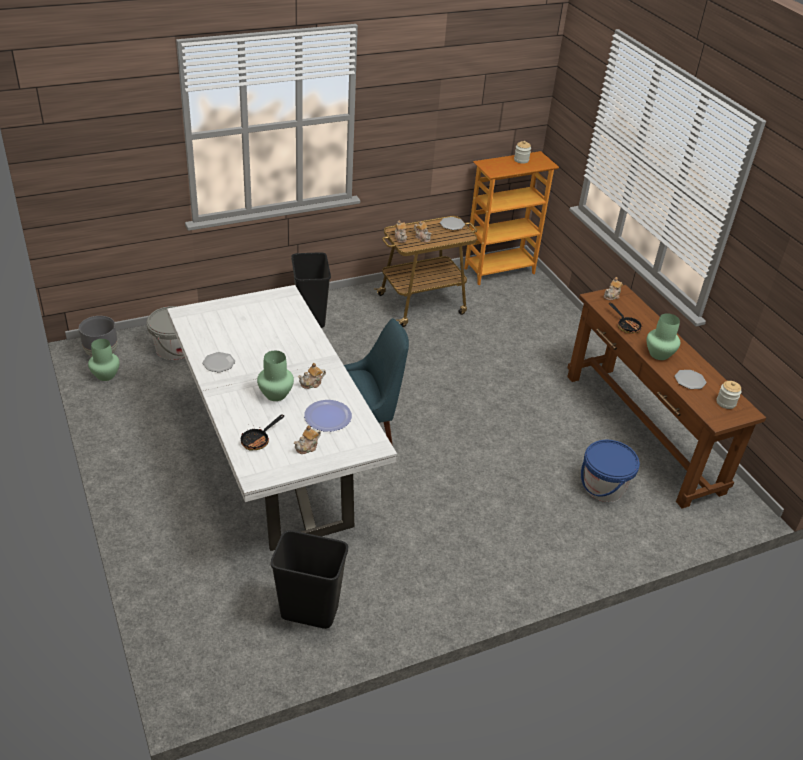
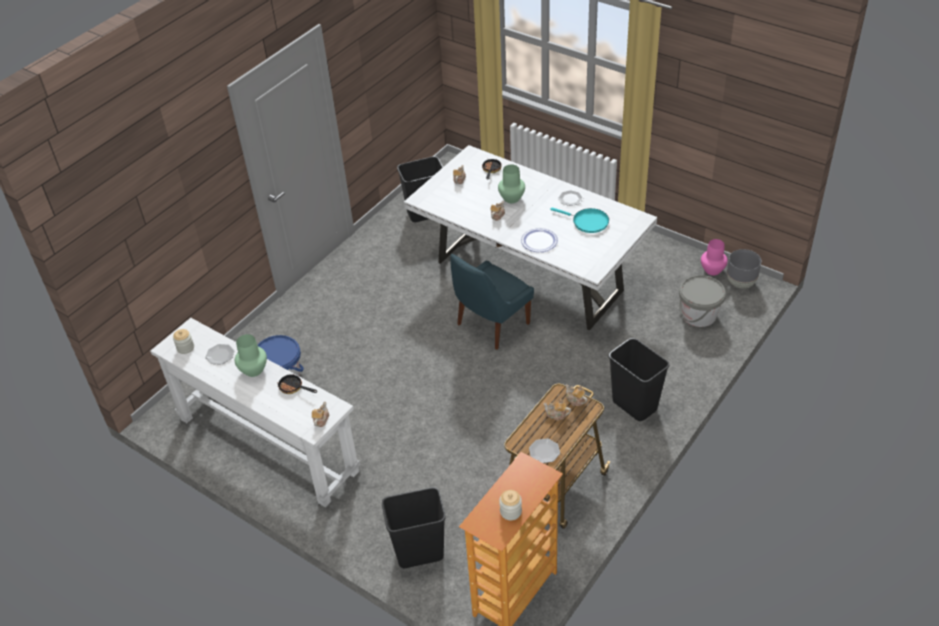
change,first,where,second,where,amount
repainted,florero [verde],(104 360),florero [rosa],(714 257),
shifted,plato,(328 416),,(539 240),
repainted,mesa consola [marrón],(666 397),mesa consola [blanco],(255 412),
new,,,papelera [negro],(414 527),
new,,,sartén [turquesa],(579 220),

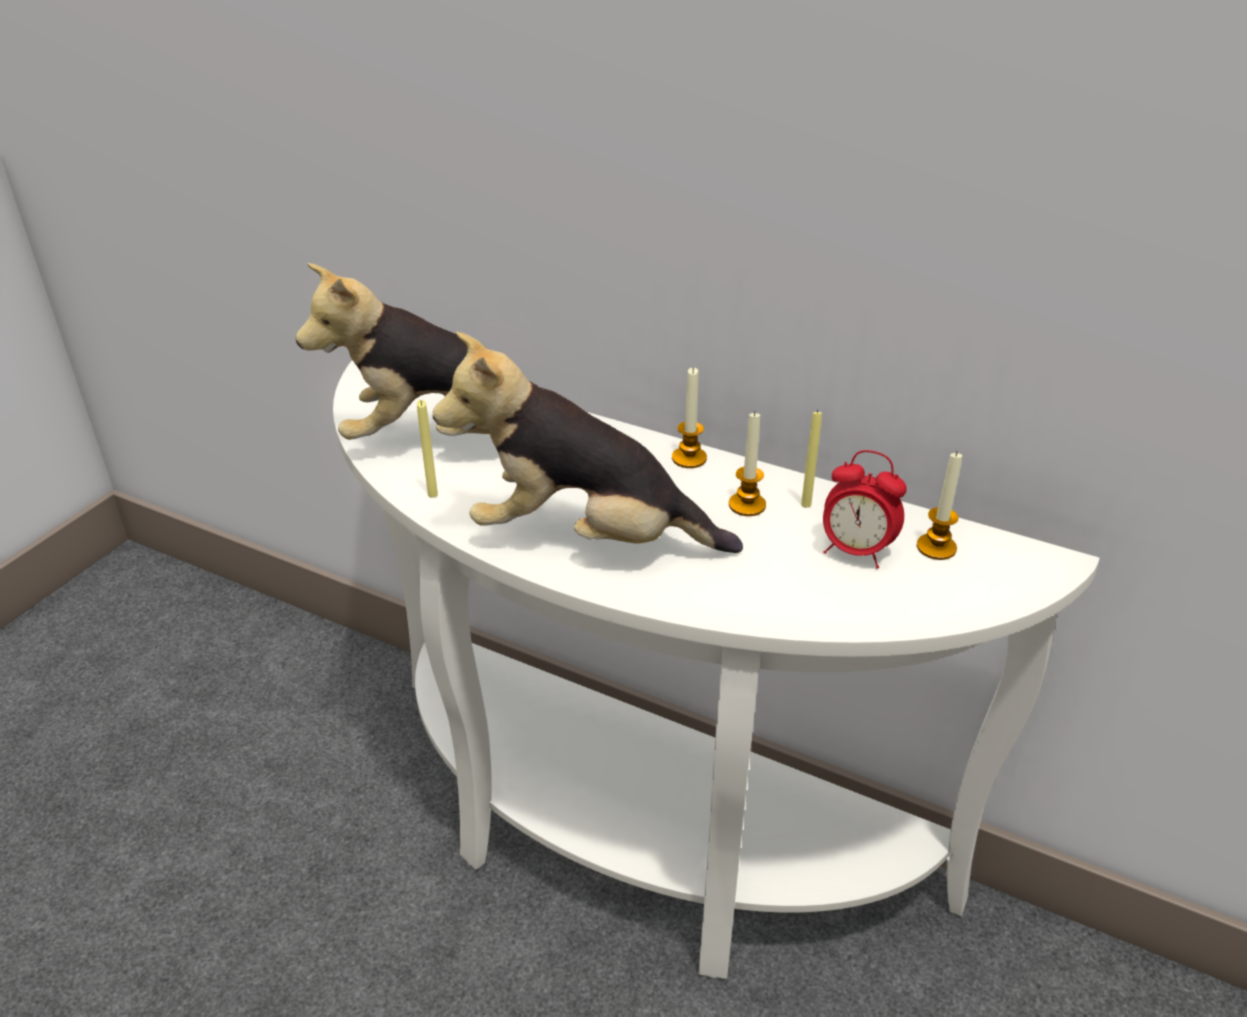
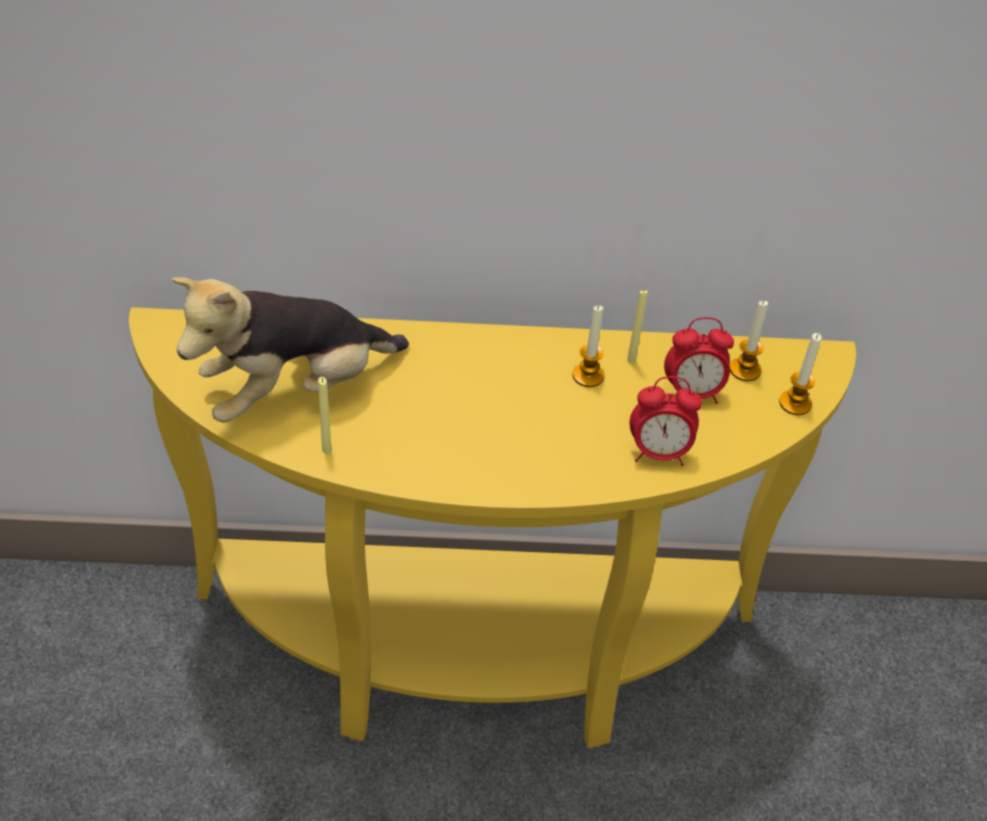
change,first,where,second,where,amount
repainted,mesa consola [blanco],(716 669),mesa consola [amarillo],(492 527),
gone,peluche,(588 442),,,
shifted,vela,(689 417),,(800 374),
new,,,despertador,(666 421),

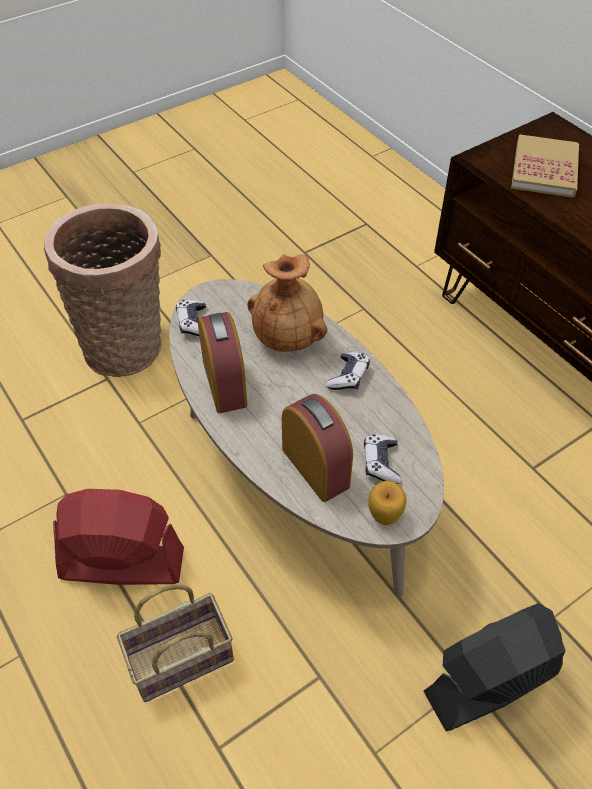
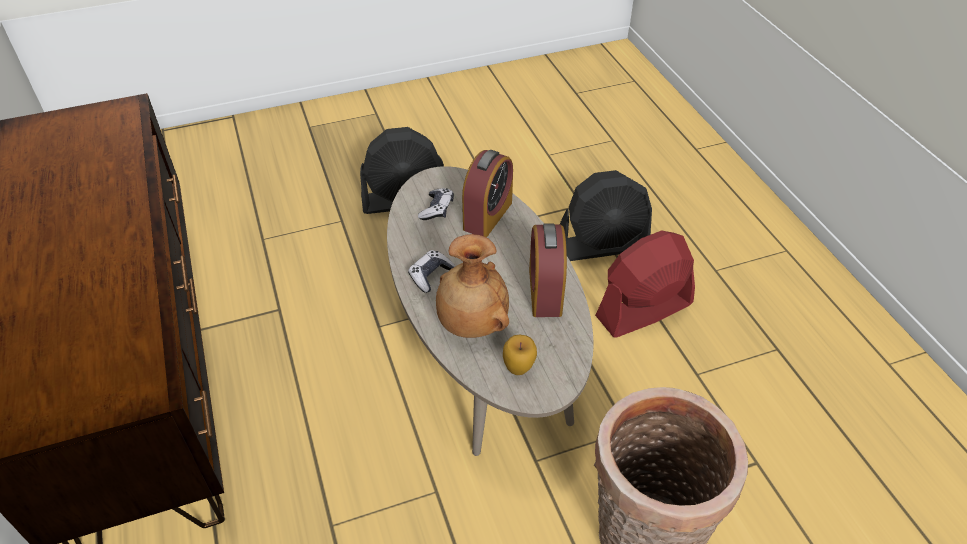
change,first,where,second,where,amount
rotated,ventilador [rojo],(118 537),,(645 284),135 degrees clockwise
swapped,cesta,(175 643),ventilador [negro],(605 215),
gone,mando de consola,(191 318),,,
rotated,despertador,(317 448),,(487 194),135 degrees counterclockwise
shifted,manzana,(387 502),,(520 355),
gone,libro,(545 166),,,

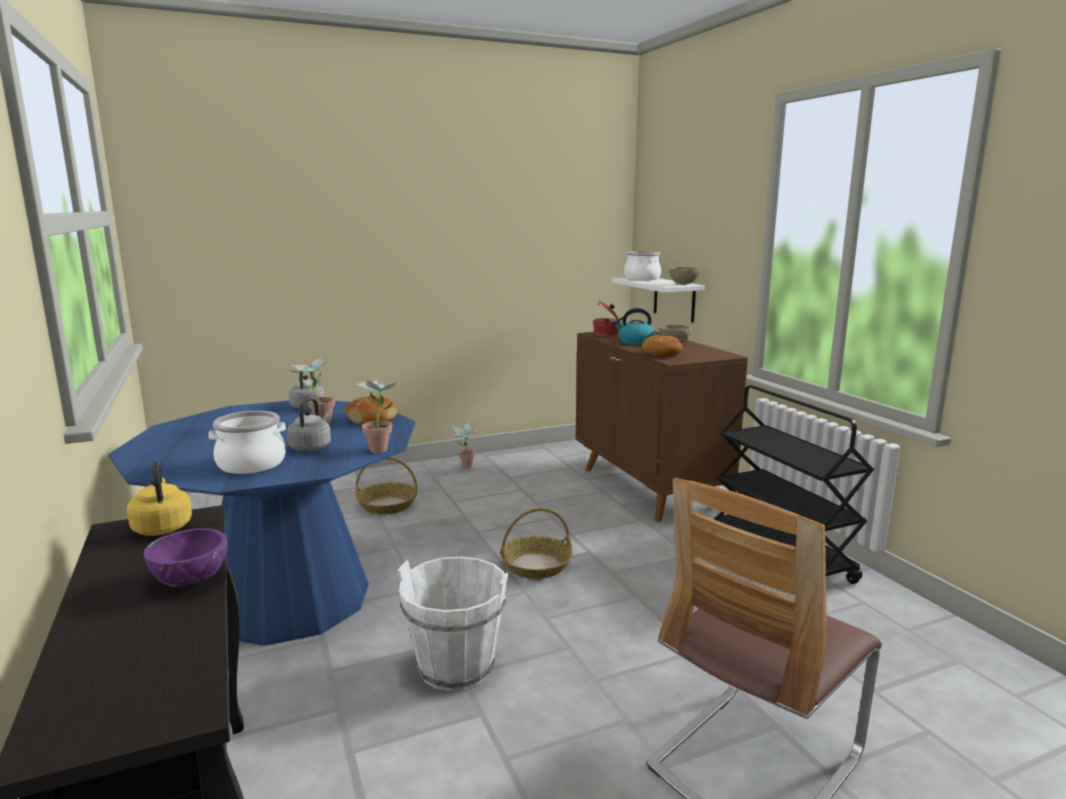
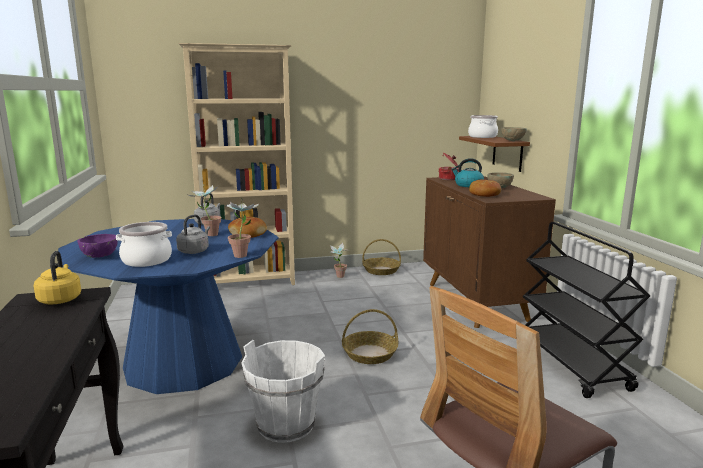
change,first,where,second,where,amount
shifted,cuenco [morado],(185 557),,(97 246),
shifted,cesta,(386 485),,(381 257),
repainted,estante [blanco],(658 300),estante [marrón],(494 154),
new,,,estantería [beis],(236 164),

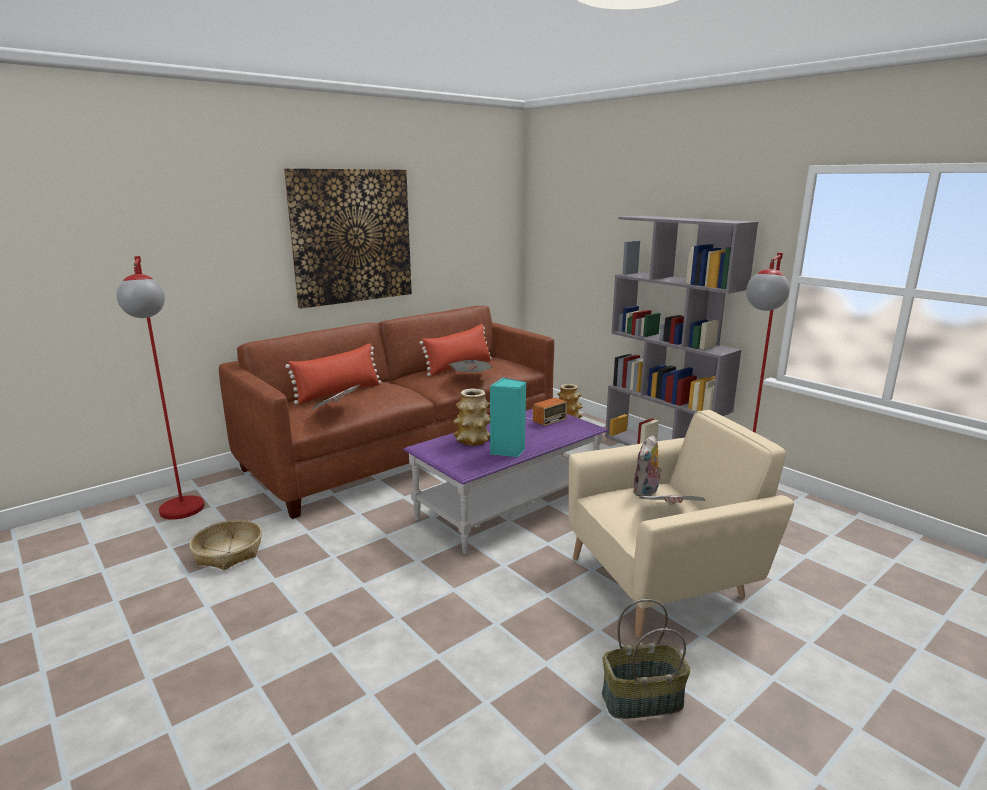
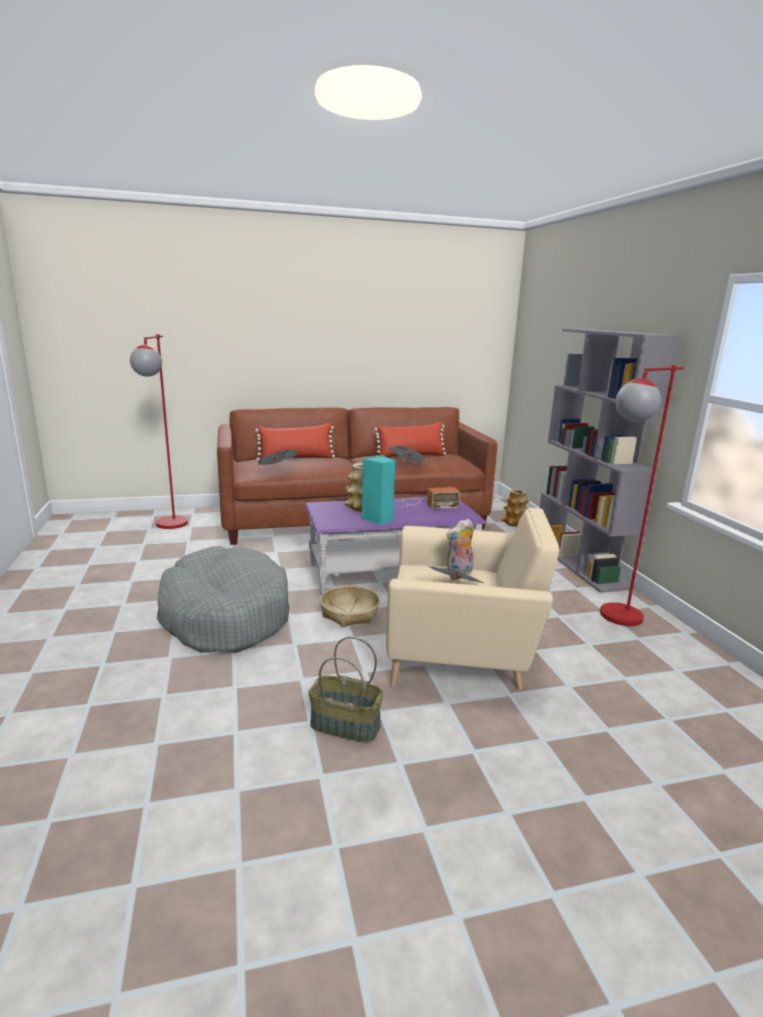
change,first,where,second,where,amount
shifted,cesta,(226 545),,(350 606),
gone,cuadro,(348 238),,,
new,,,cama para perro [gris],(223 599),

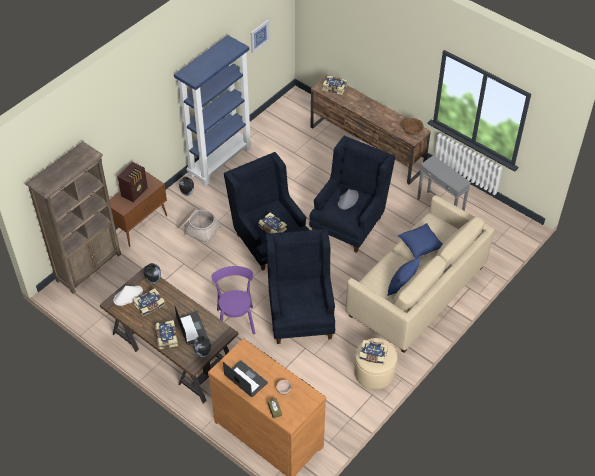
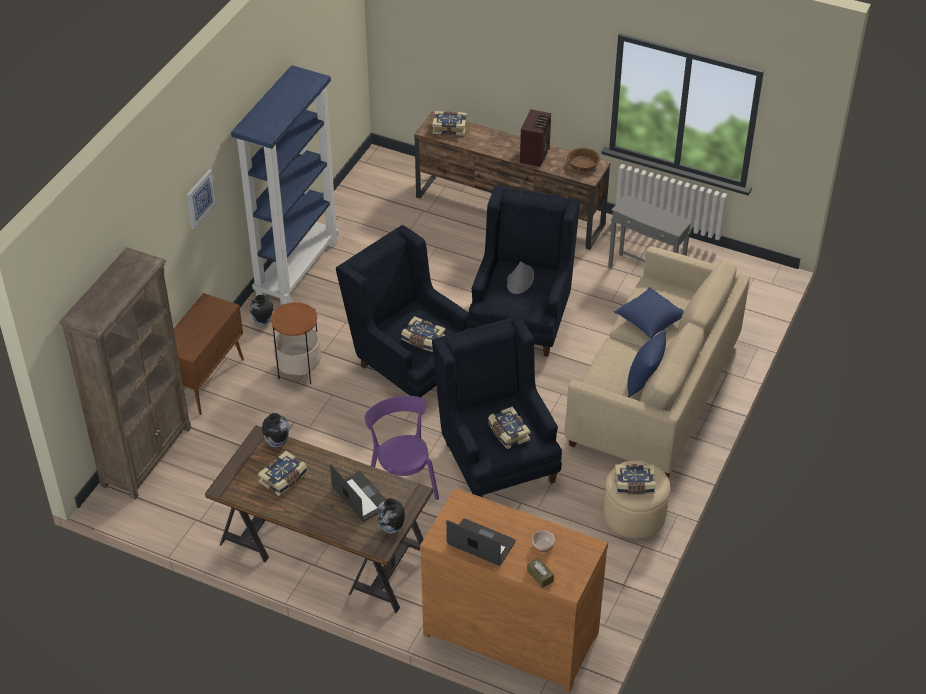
change,first,where,second,where,amount
gone,sombrero [blanco],(128 296),,,
shifted,radio,(133 182),,(535 138),
shifted,libro,(166 334),,(509 427),
swapped,cesta,(199 227),mesa auxiliar,(296 343),
shifted,cuadro,(260 36),,(201 199),

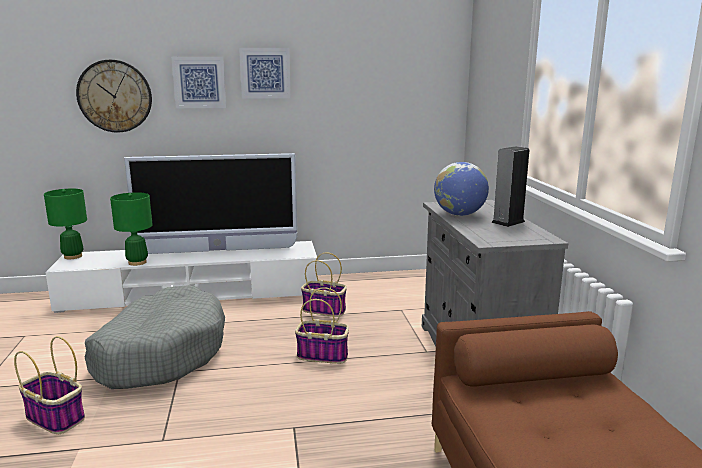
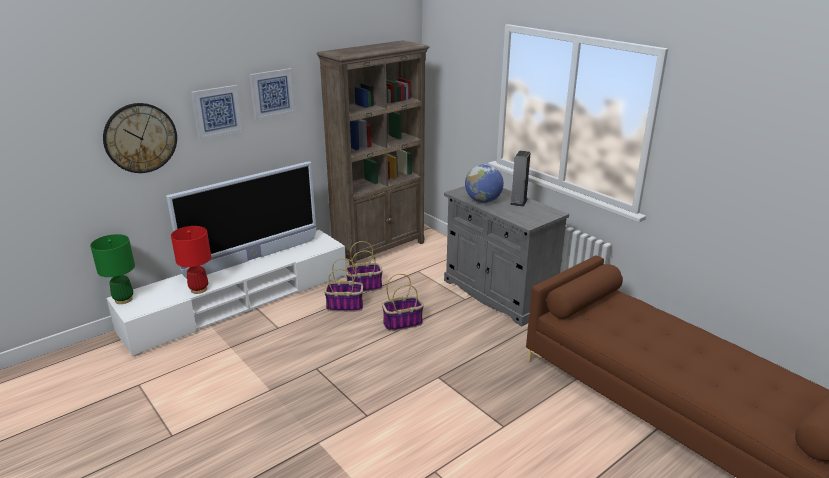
change,first,where,second,where,amount
shifted,cesta,(49 385),,(343 285),
gone,cama para perro [gris],(155 337),,,
repainted,lámpara de mesa [verde],(131 229),lámpara de mesa [rojo],(191 260),
new,,,estantería [marrón],(373 153),

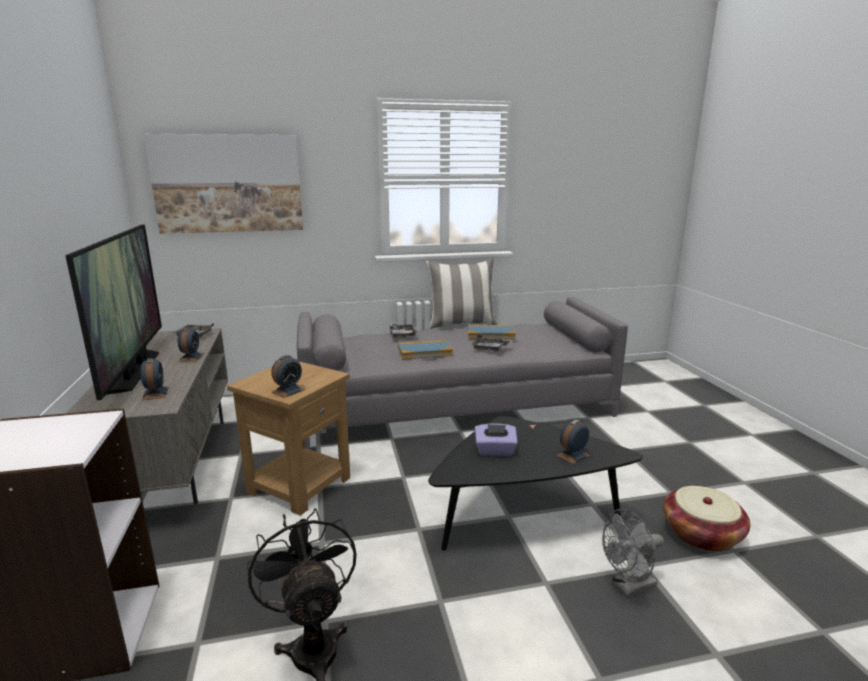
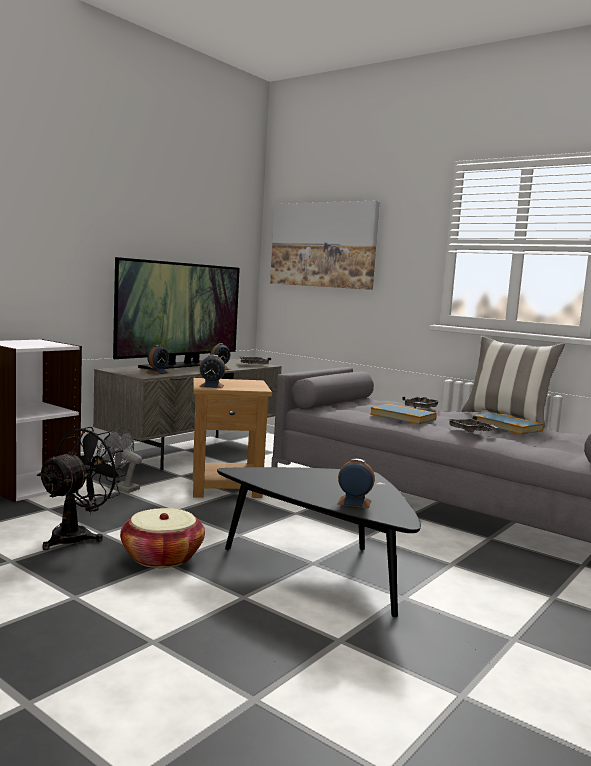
change,first,where,second,where,amount
gone,caja de pañuelos [morado],(496 439),,,
shifted,ventilador [gris],(633 553),,(120 460),
shifted,cesta,(706 519),,(162 538),

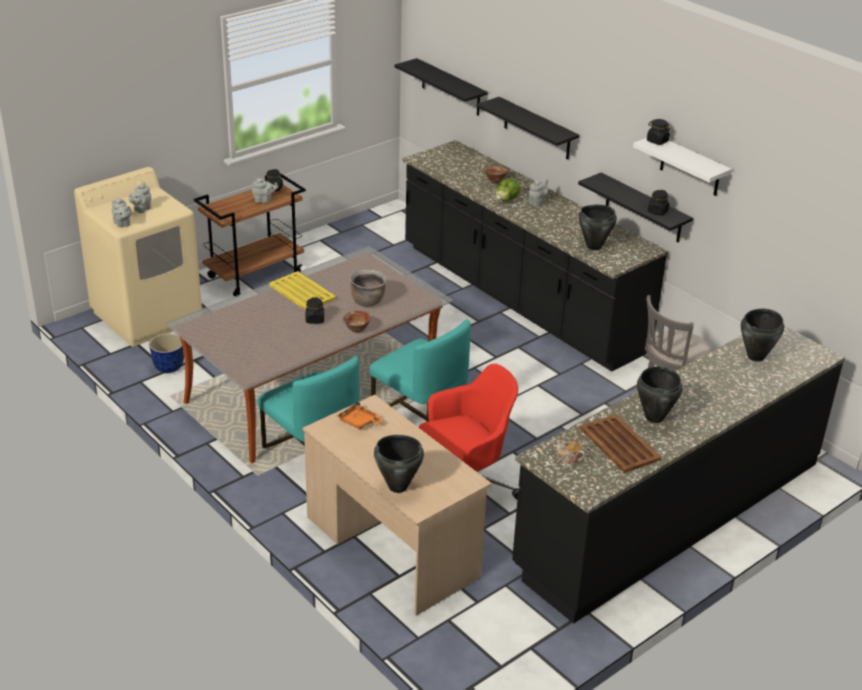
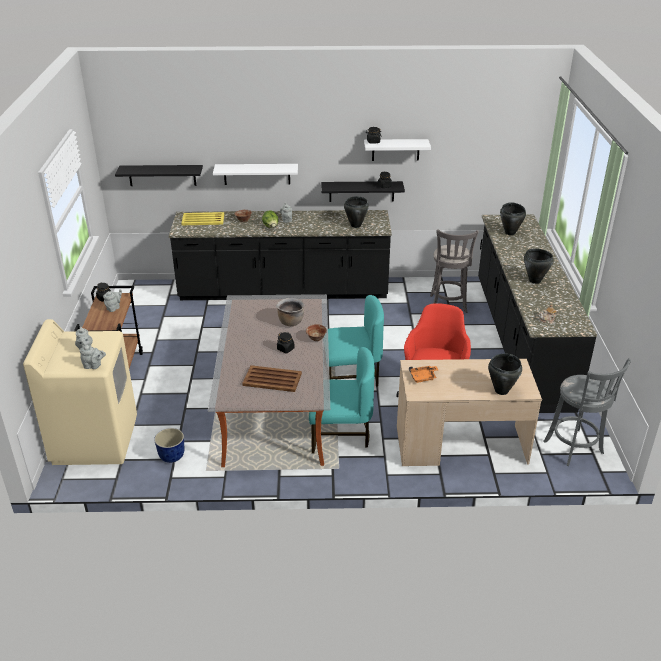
change,first,where,second,where,amount
shifted,bandeja [amarillo],(302 290),,(202 219),
repainted,estante [negro],(527 128),estante [blanco],(255 174),
shifted,bandeja [marrón],(620 444),,(272 378),
new,,,taburete [gris],(587 412),

